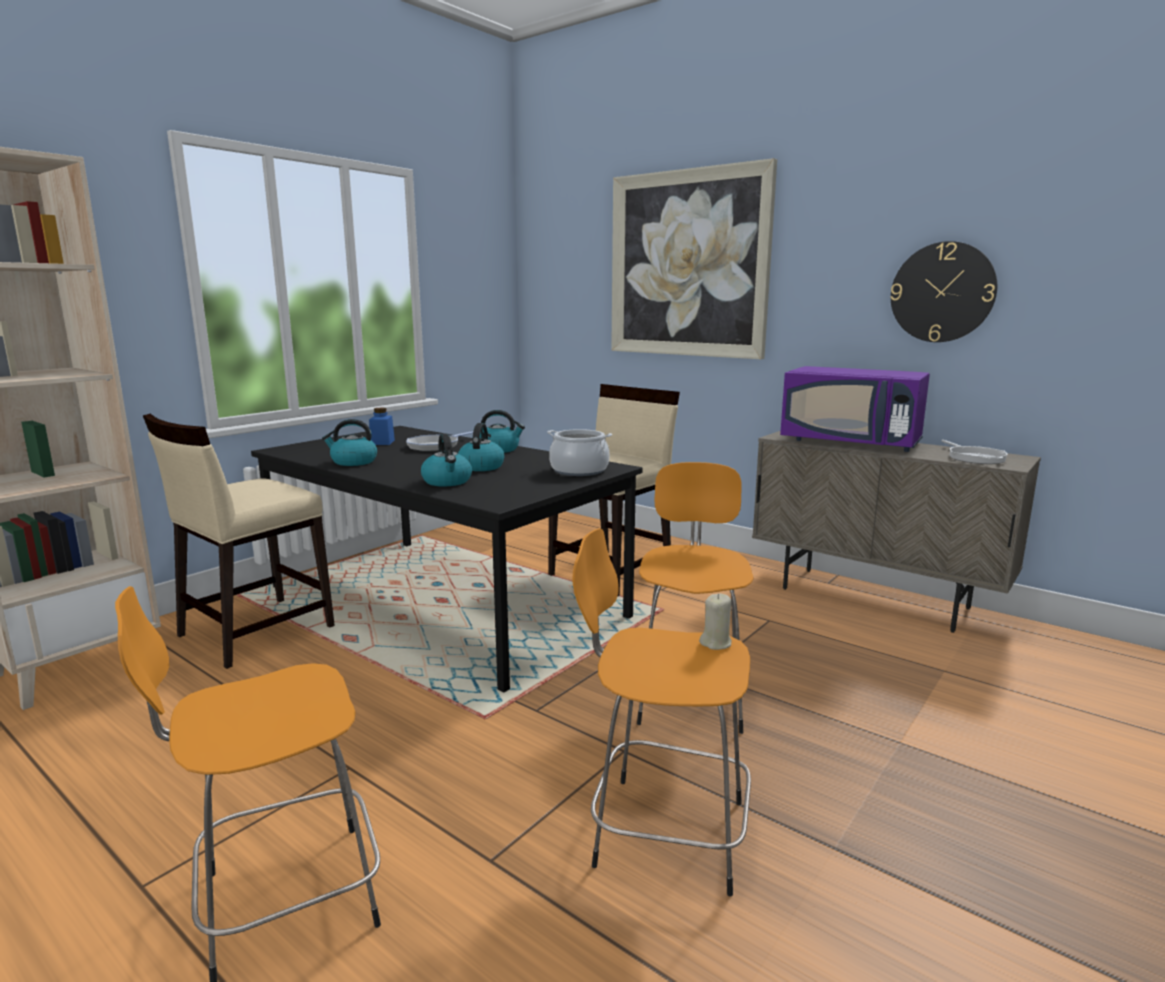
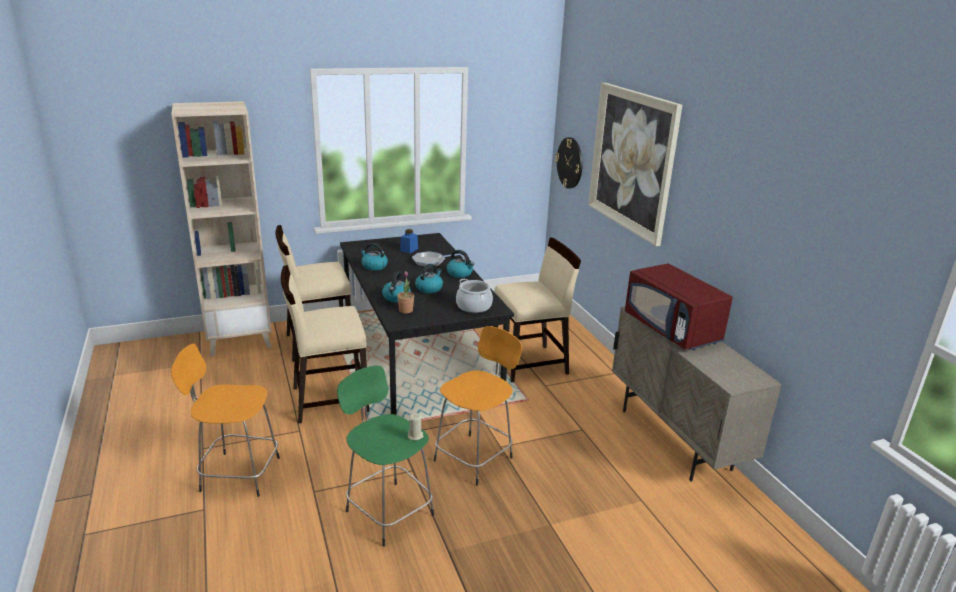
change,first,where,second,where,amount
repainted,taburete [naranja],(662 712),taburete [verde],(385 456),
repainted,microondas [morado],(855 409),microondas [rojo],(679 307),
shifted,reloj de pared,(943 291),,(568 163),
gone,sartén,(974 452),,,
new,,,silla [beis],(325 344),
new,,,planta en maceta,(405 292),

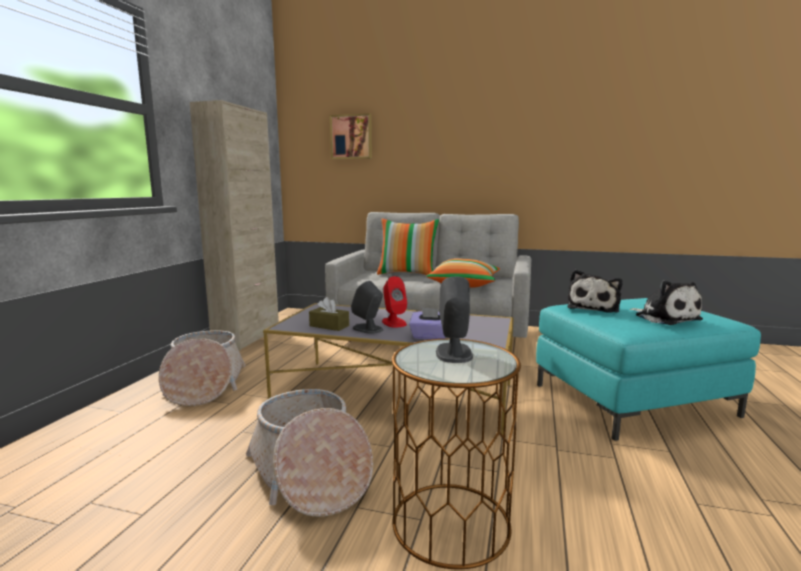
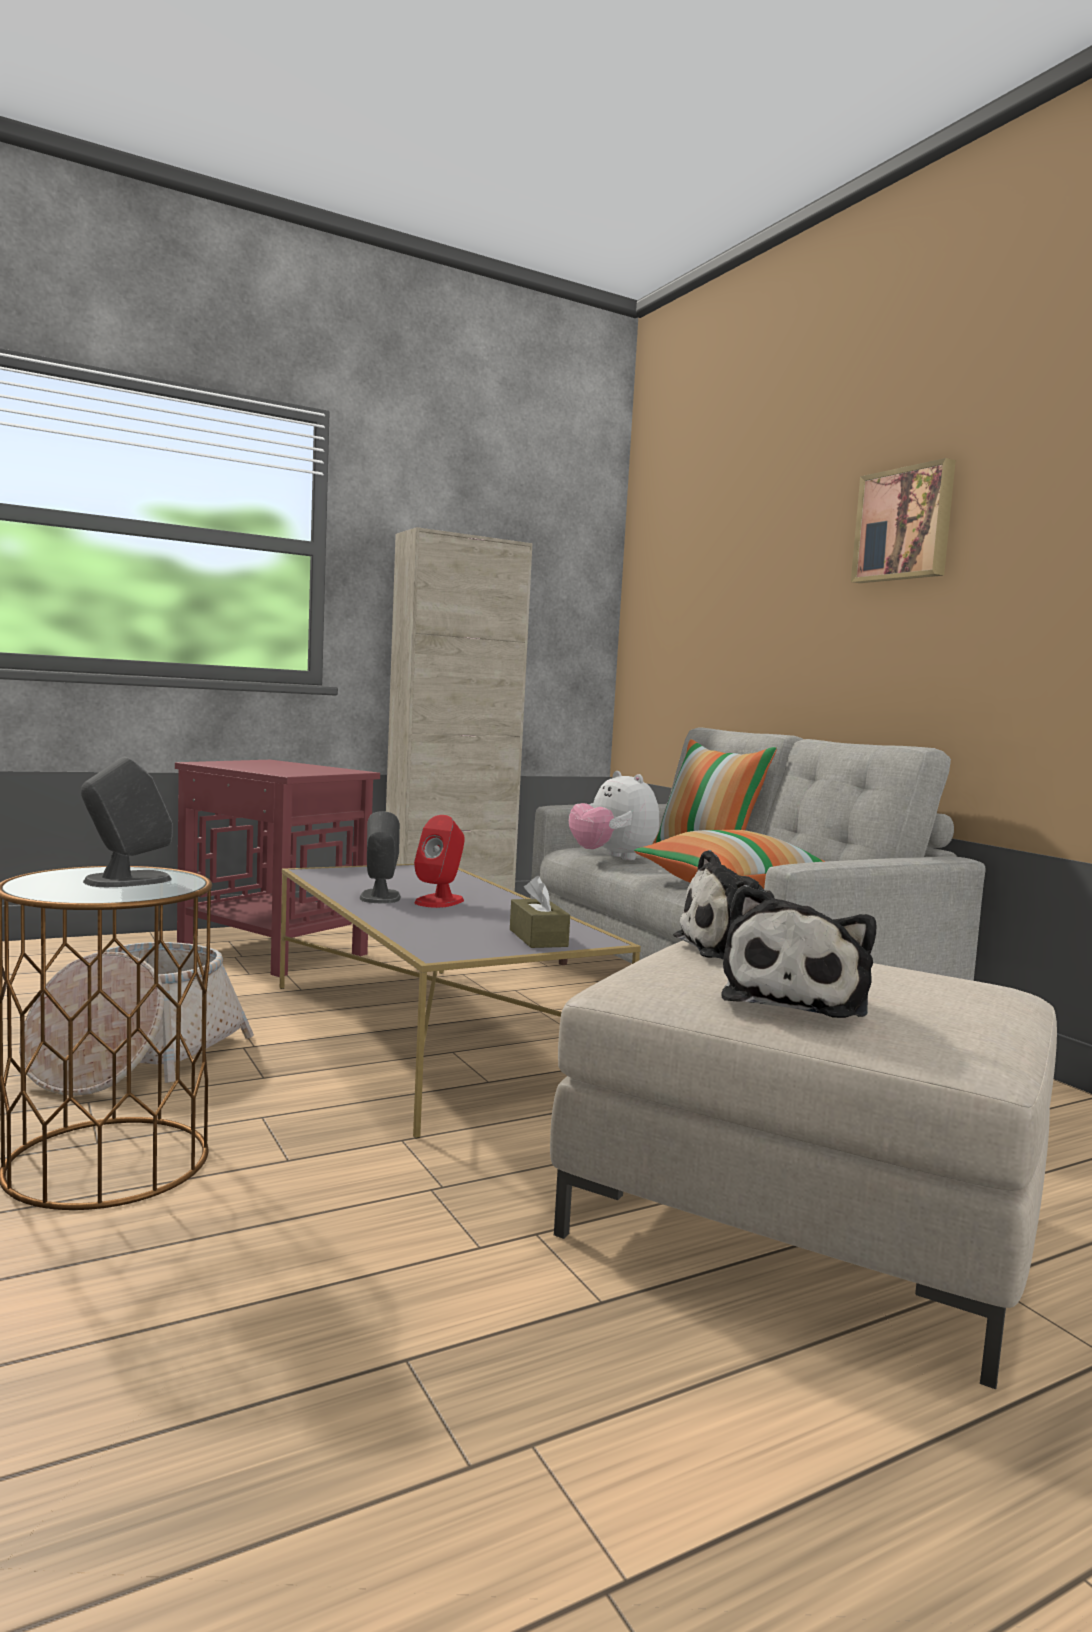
change,first,where,second,where,amount
swapped,cesta,(202 368),mesa auxiliar [rojo],(277 868),
shifted,caja de pañuelos [marrón],(329 314),,(540 912),
shifted,cuadro,(351 136),,(903 520),
gone,caja de pañuelos [morado],(427 323),,,
repainted,puf [turquesa],(648 369),puf [beis],(803 1164),
new,,,peluche,(614 815),

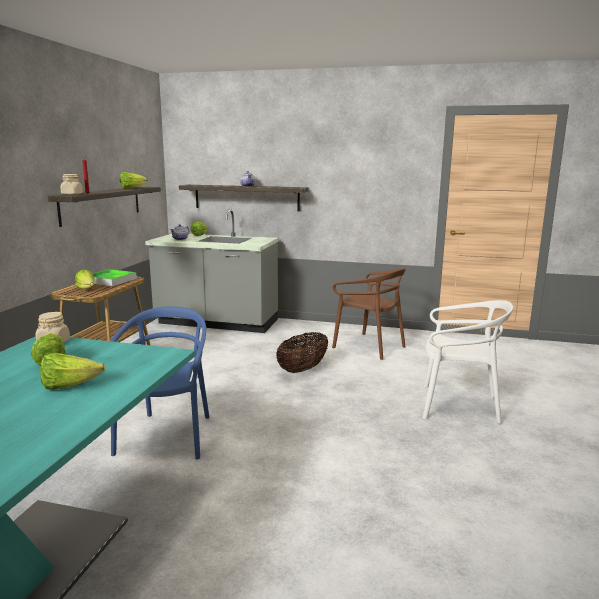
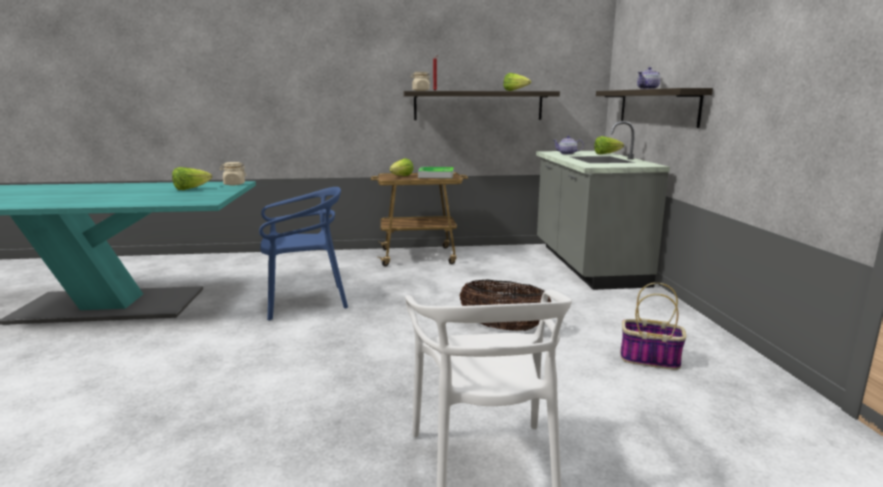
change,first,where,second,where,amount
gone,lechuga,(72 371),,,
swapped,silla [marrón],(369 314),cesta,(653 326),

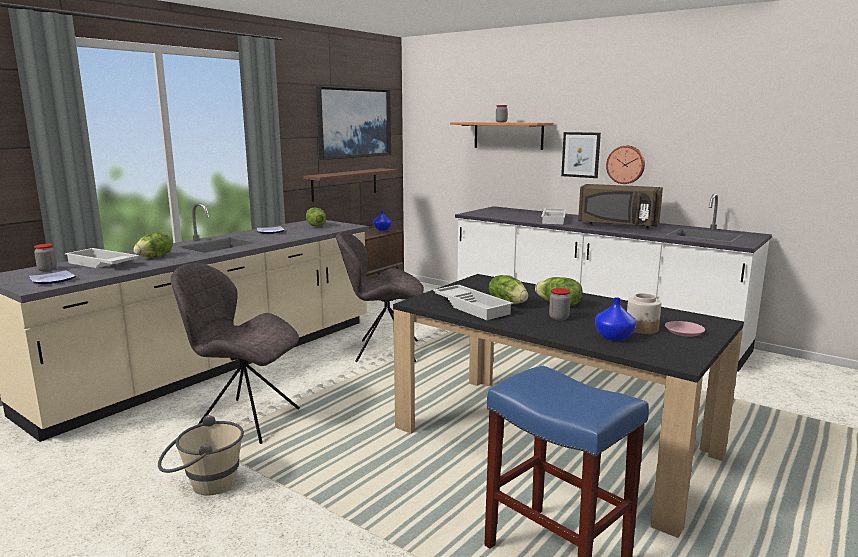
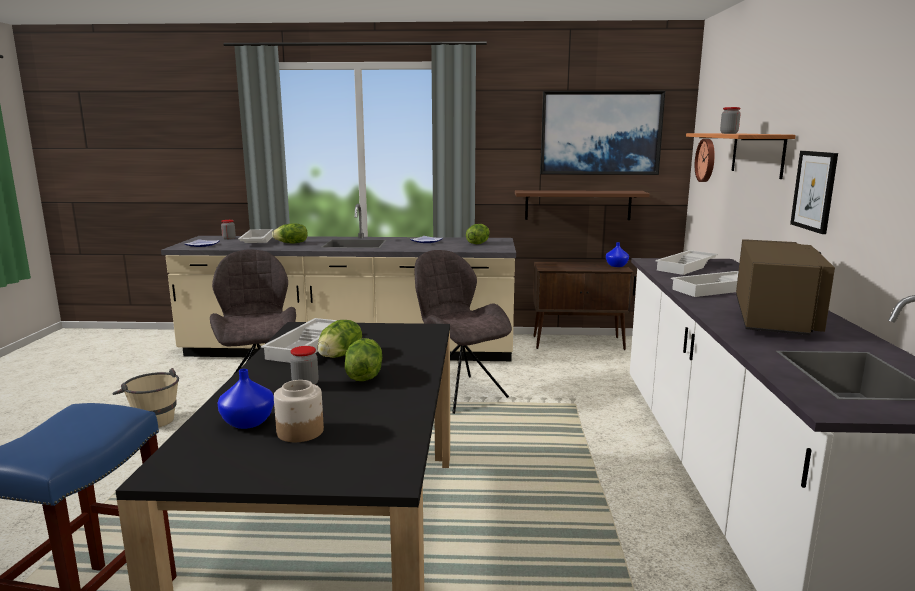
change,first,where,second,where,amount
rotated,microondas [marrón],(620 206),,(785 287),150 degrees counterclockwise
shifted,reloj de pared,(625 165),,(705 160),
gone,plato [rosa],(685 329),,,
new,,,bandeja [blanco],(686 262),

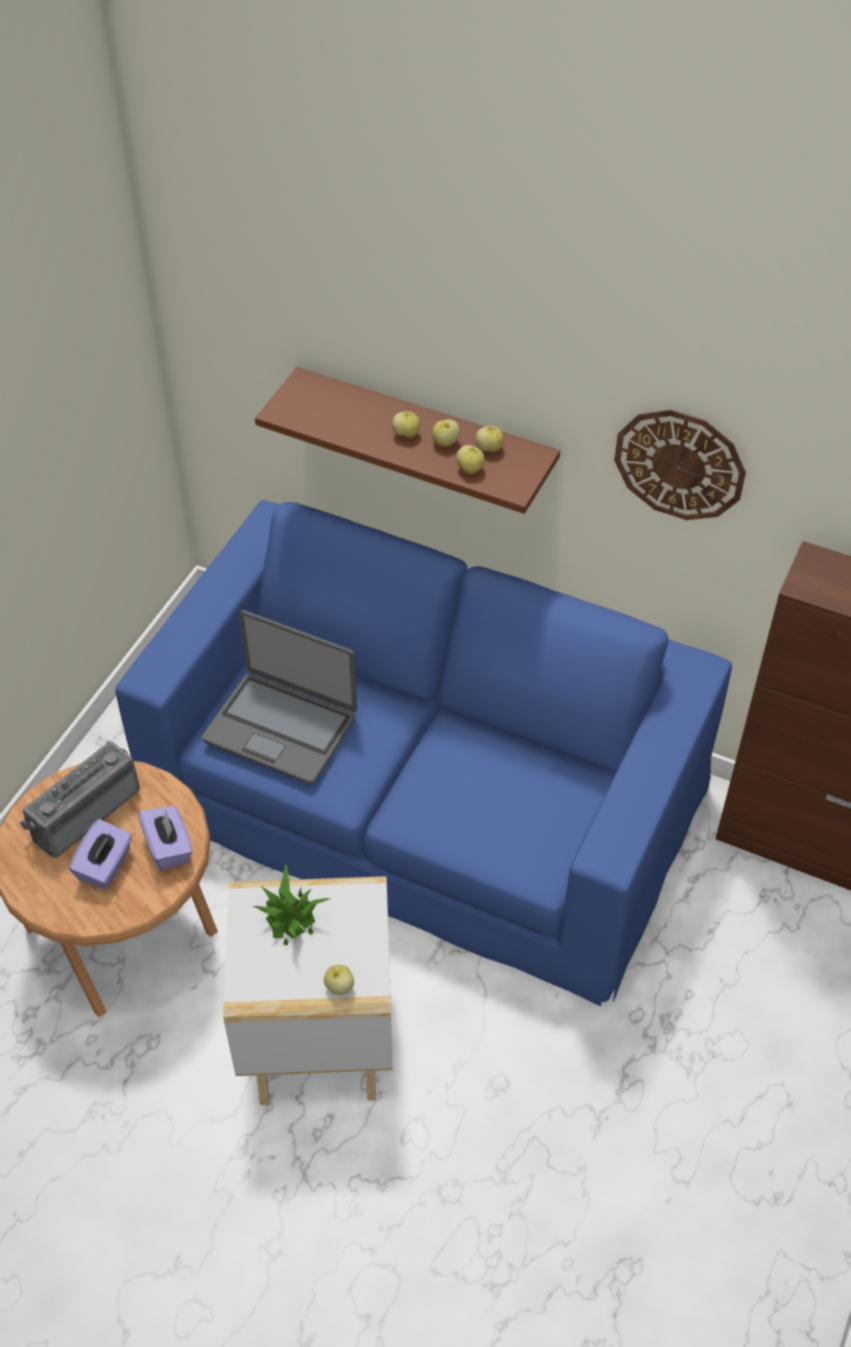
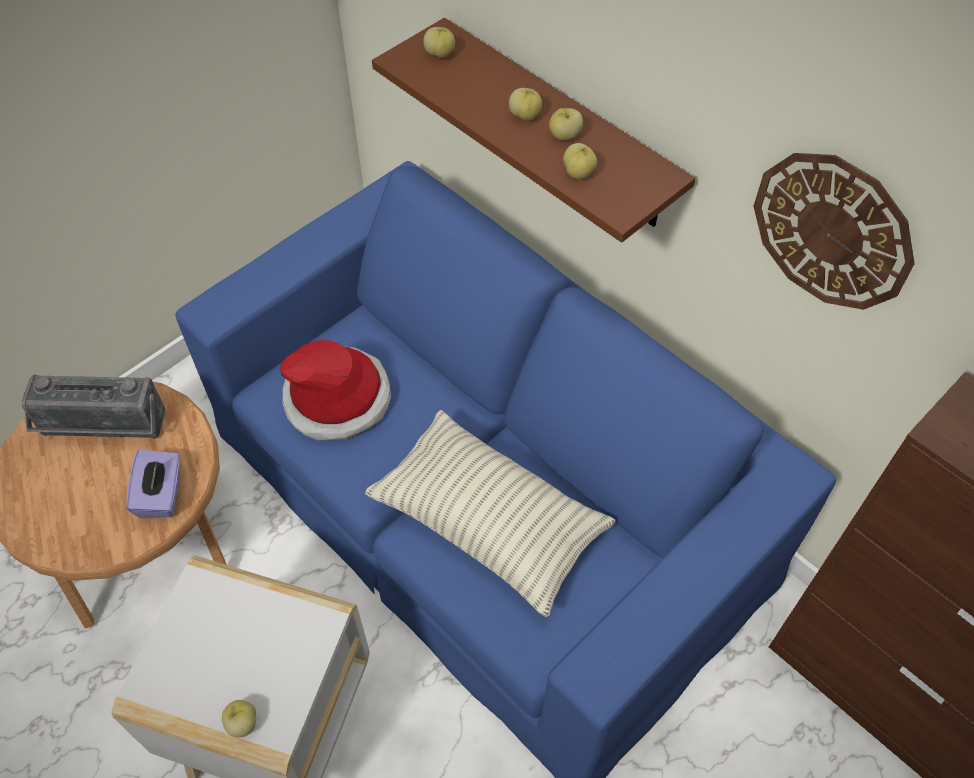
change,first,where,second,where,amount
rotated,radio,(80 799),,(93 406),150 degrees counterclockwise
gone,caja de pañuelos [morado],(100 854),,,
swapped,portátil,(279 697),sombrero,(335 390),
gone,planta en maceta,(291 904),,,
shifted,manzana,(489 439),,(439 43),
new,,,cojín,(490 513),

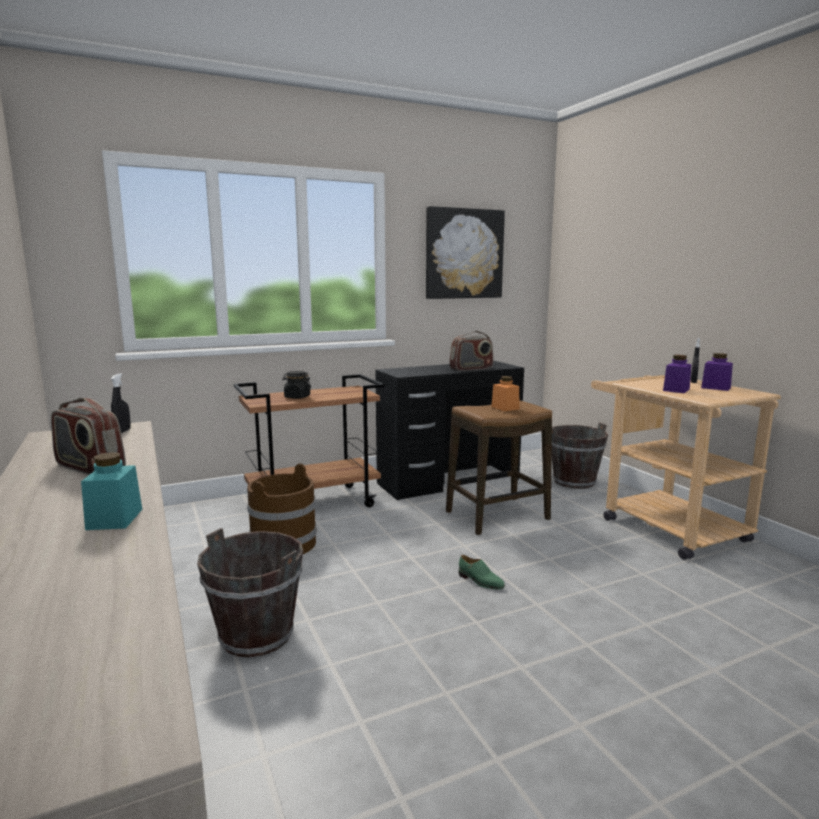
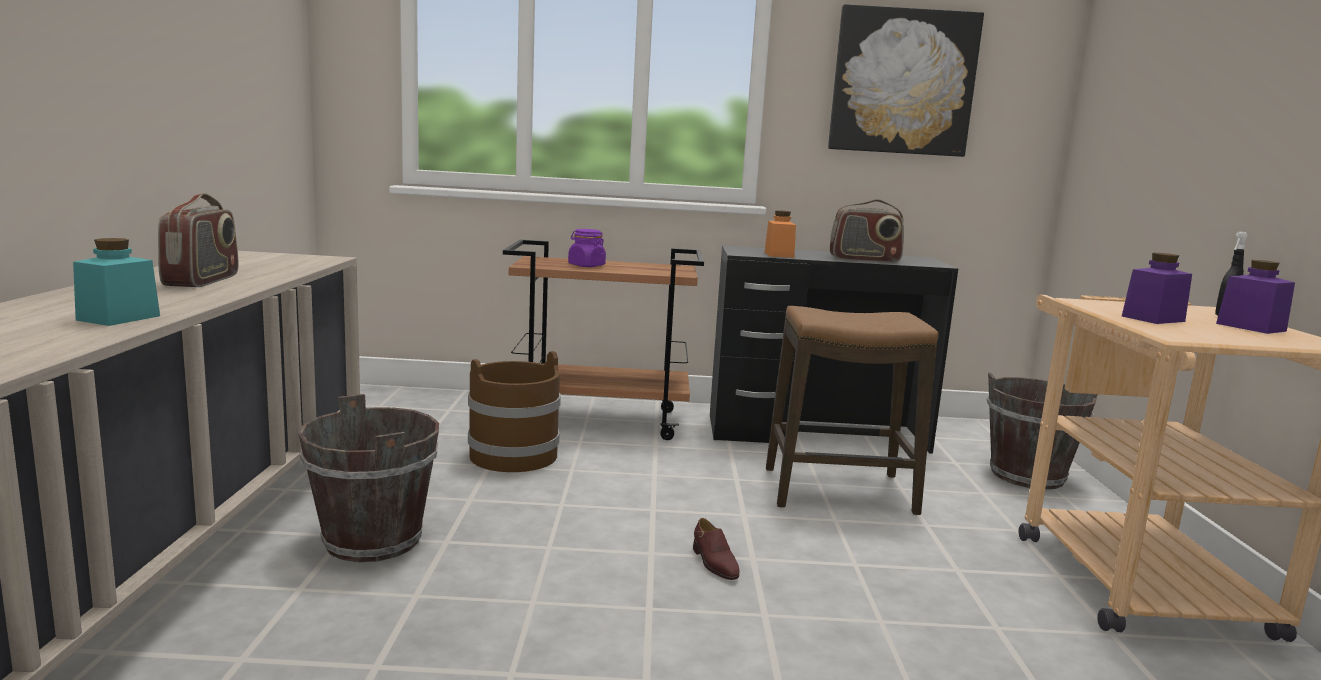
change,first,where,second,where,amount
rotated,radio,(88 436),,(198 240),150 degrees counterclockwise
gone,pulverizador [negro],(121 403),,,
repainted,tarro [negro],(296 385),tarro [morado],(587 248),
repainted,zapato [verde],(482 572),zapato [marrón],(716 549),
shifted,tarro [naranja],(505 393),,(780 234),

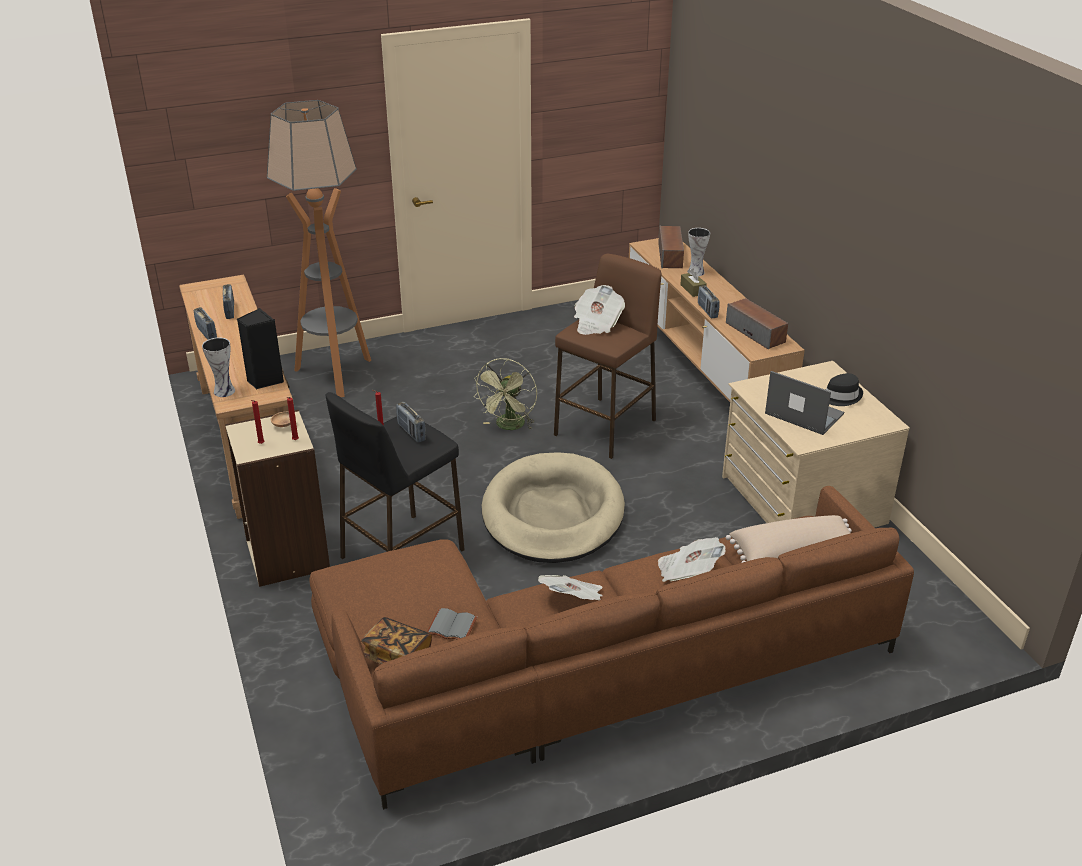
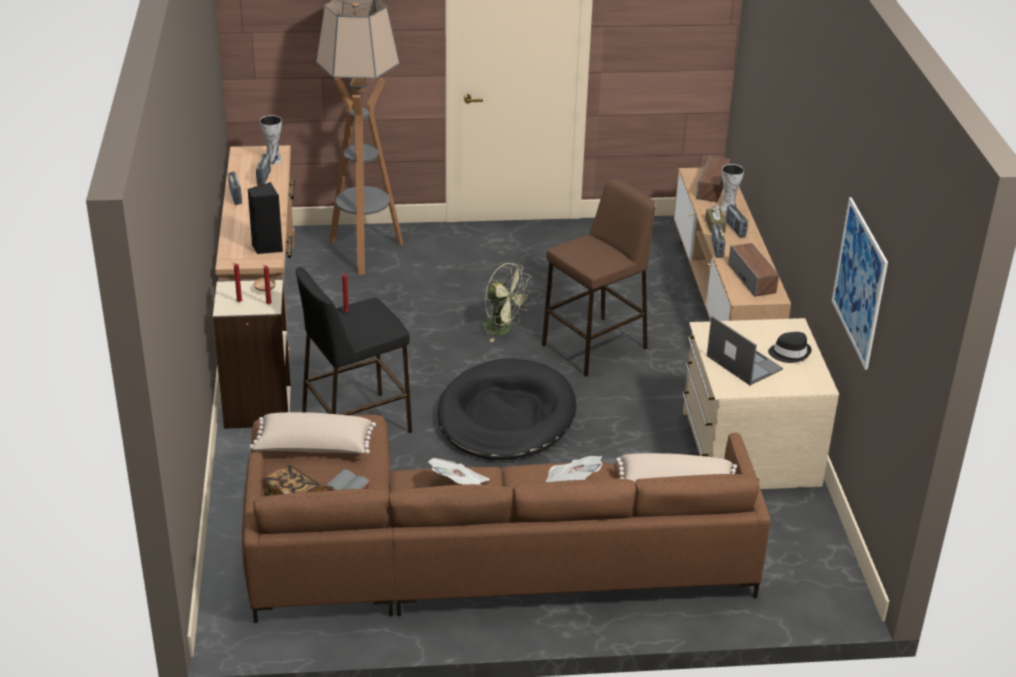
change,first,where,second,where,amount
shifted,florero,(218 367),,(271 139),
shifted,radio,(411 422),,(737 220),
rotated,ventilador [verde],(505 394),,(508 302),90 degrees counterclockwise
repainted,cama para perro [beis],(553 507),cama para perro [negro],(506 409),
gone,periódico,(599 310),,,
new,,,cojín [beis],(313 433),
new,,,cuadro,(860 283),

